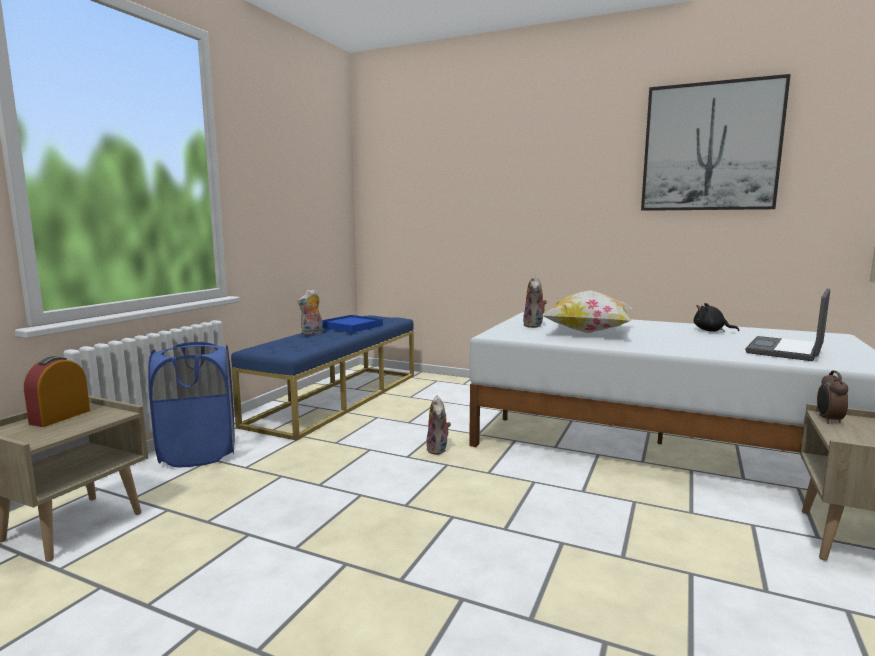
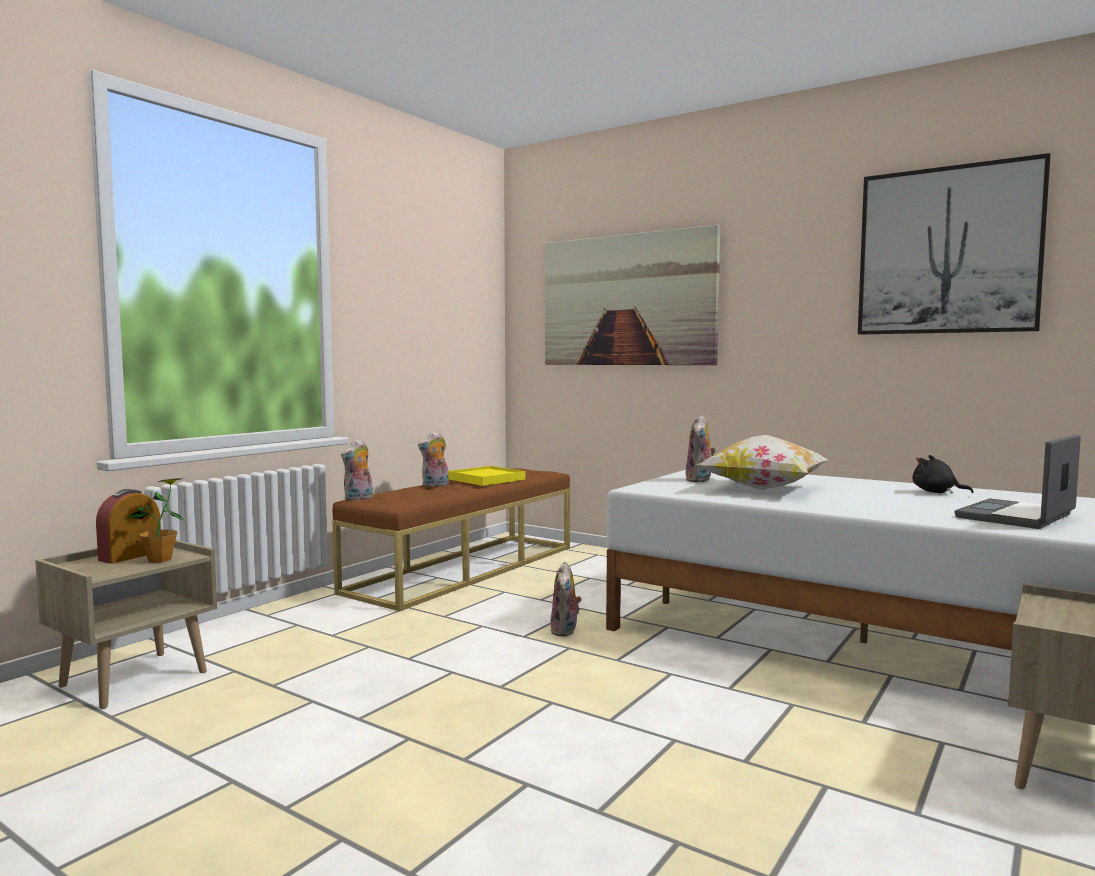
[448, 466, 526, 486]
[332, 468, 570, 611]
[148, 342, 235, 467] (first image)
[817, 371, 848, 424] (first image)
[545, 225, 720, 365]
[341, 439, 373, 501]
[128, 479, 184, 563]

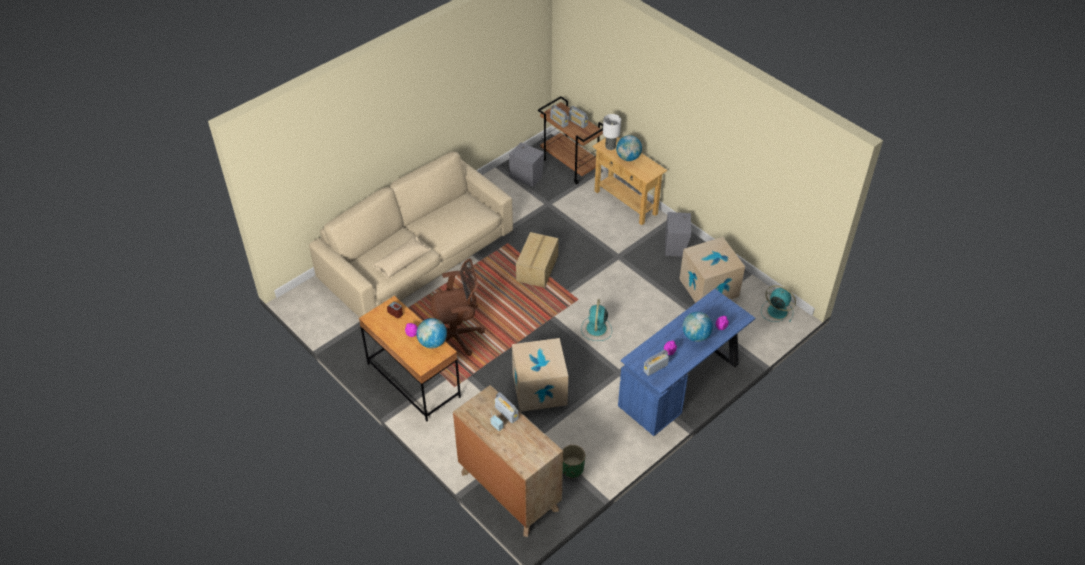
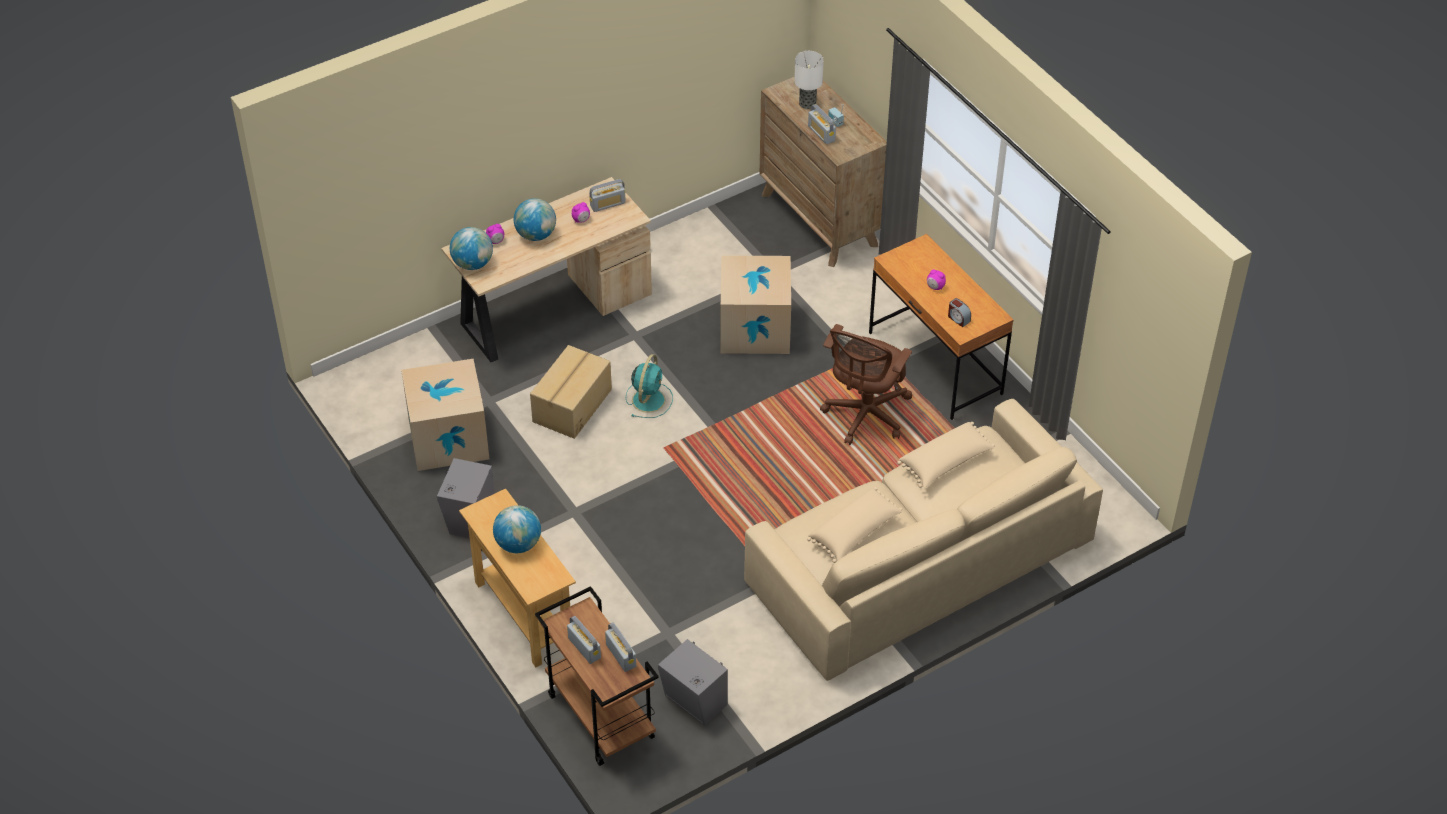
[794, 51, 824, 109]
[530, 345, 612, 439]
[820, 324, 912, 445]
[761, 285, 796, 322] (first image)
[441, 177, 652, 362]
[450, 227, 493, 270]
[562, 445, 585, 478] (first image)
[807, 487, 903, 563]

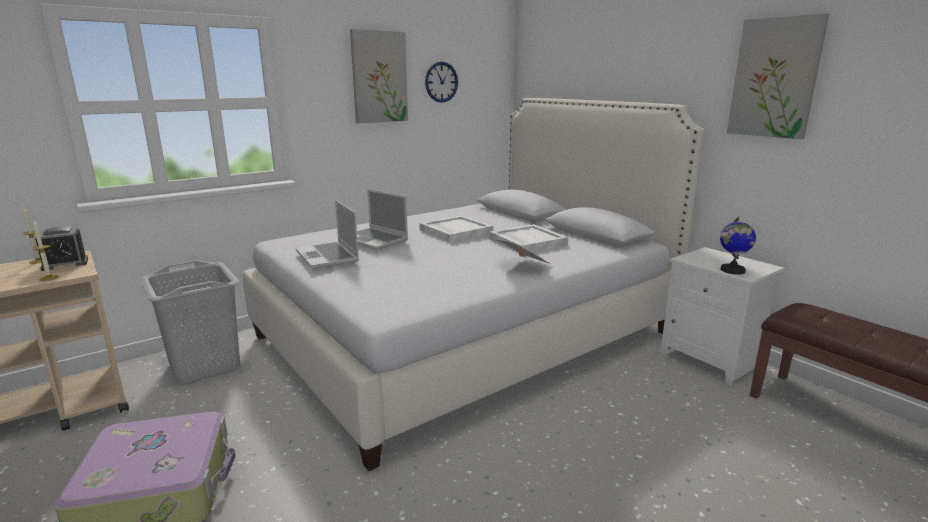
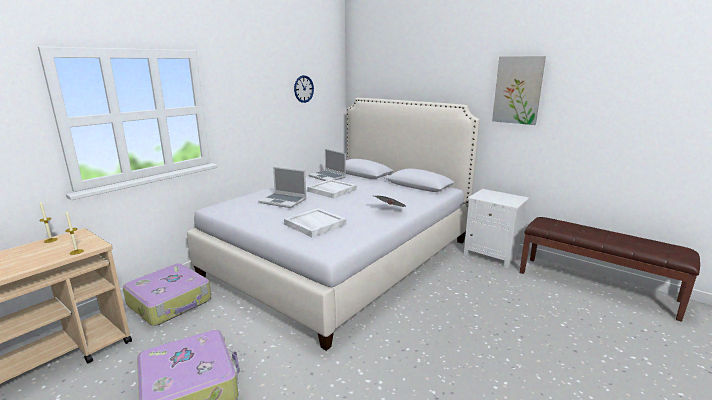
[350, 29, 408, 124] (first image)
[308, 149, 346, 181]
[720, 217, 756, 274] (first image)
[284, 208, 347, 237]
[35, 227, 88, 271] (first image)
[123, 264, 211, 326]

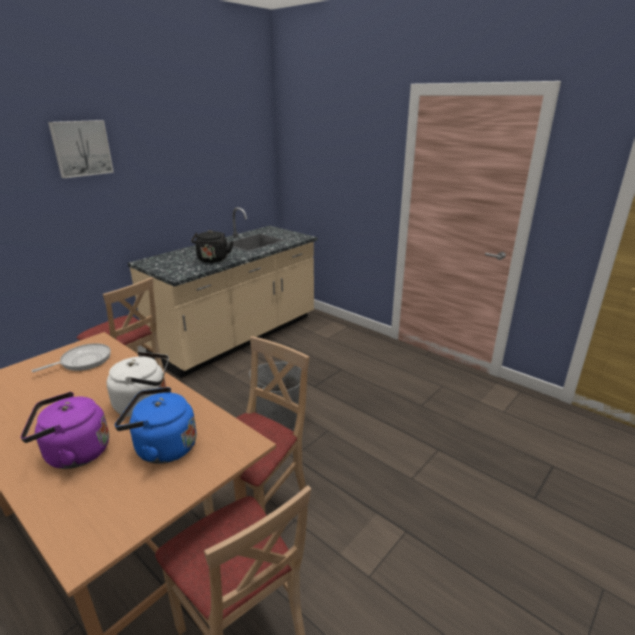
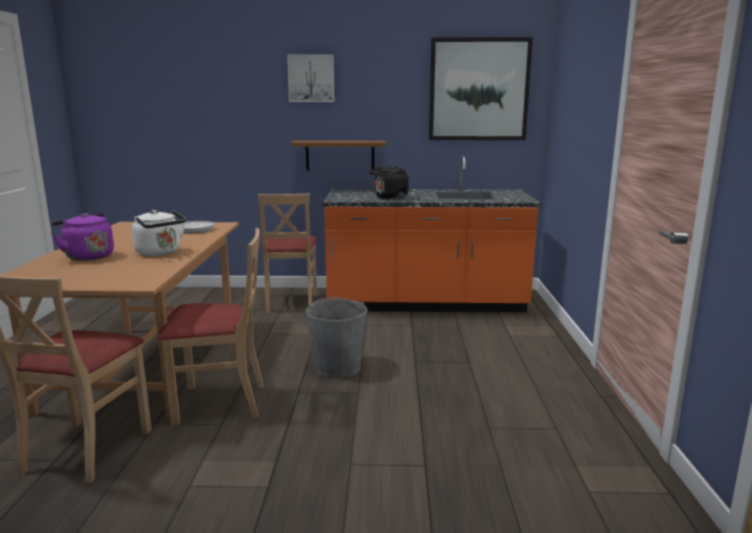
[323, 155, 541, 313]
[115, 387, 197, 464] (first image)
[429, 37, 533, 140]
[290, 141, 385, 171]

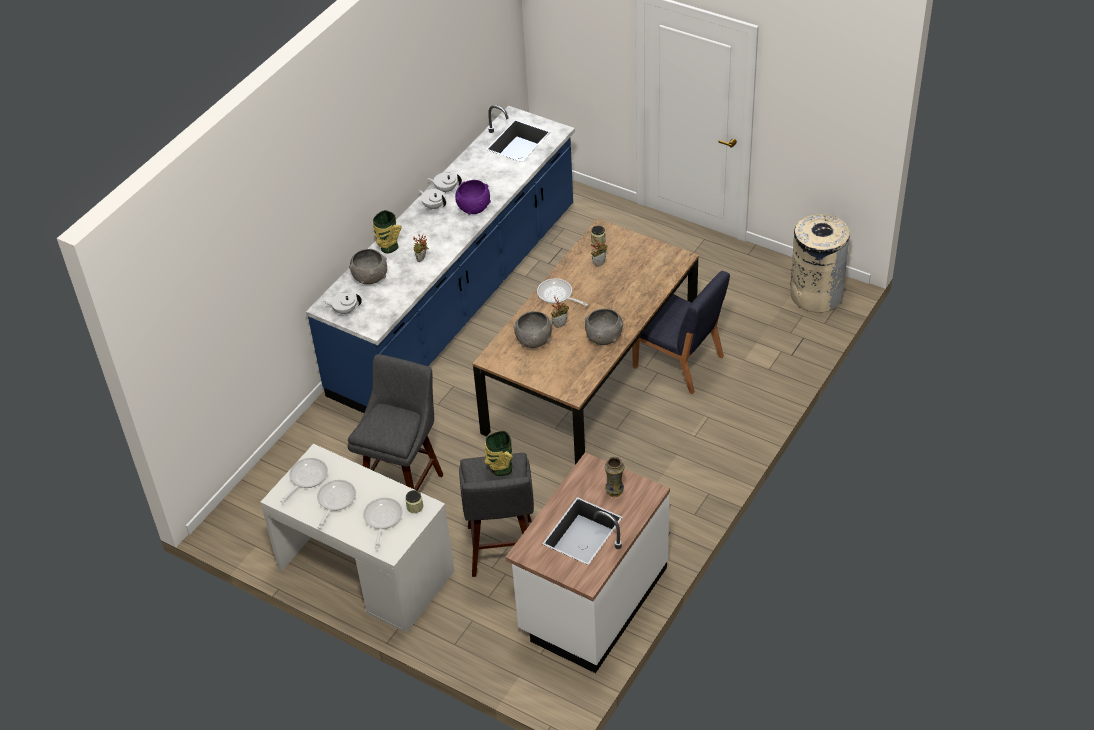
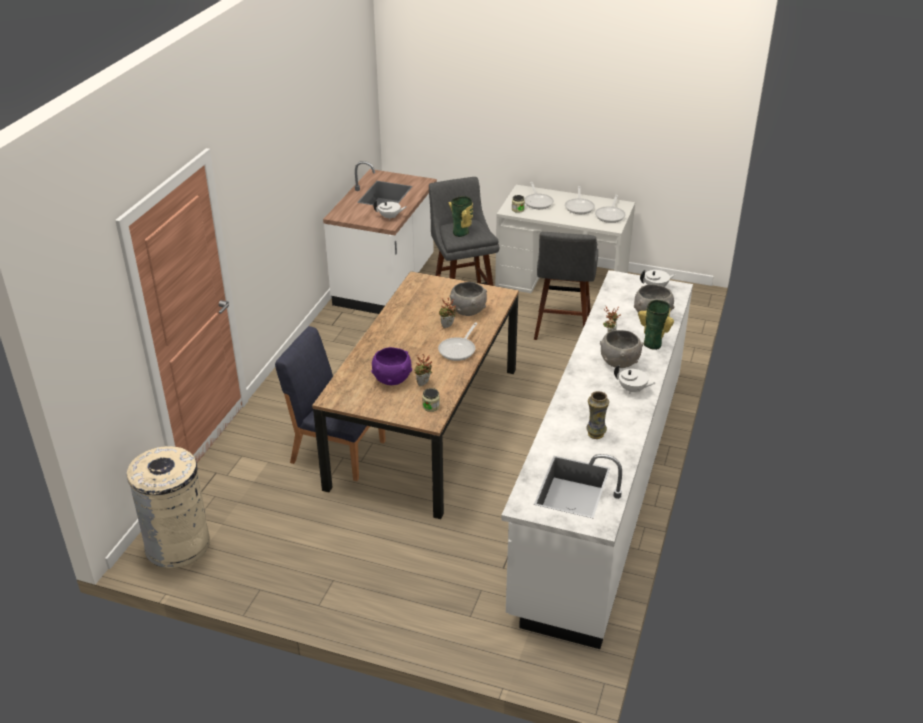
[501, 270, 693, 649]
[373, 200, 407, 220]
[371, 347, 412, 385]
[438, 323, 478, 361]
[600, 330, 643, 368]
[586, 391, 609, 439]

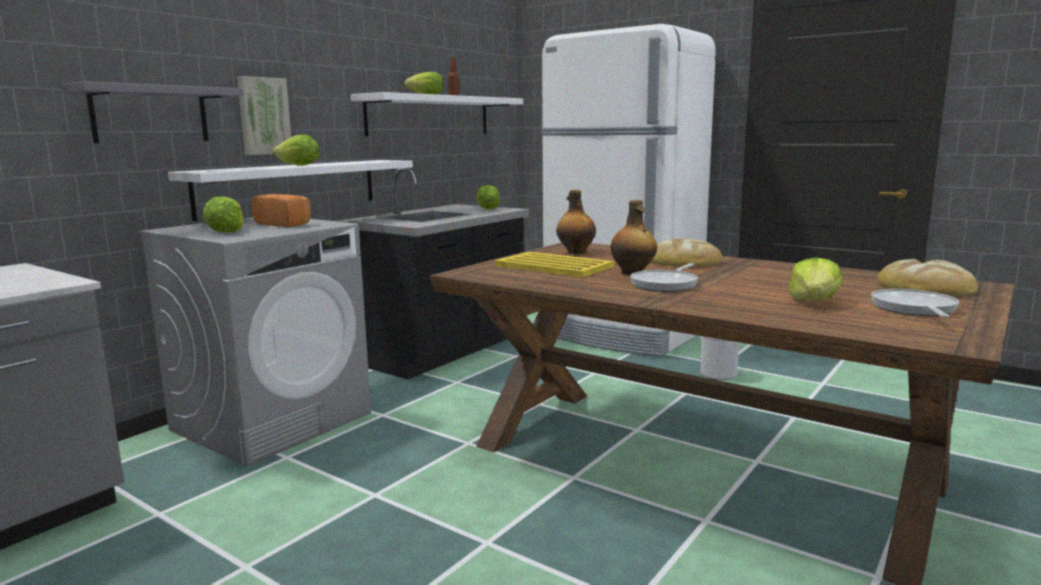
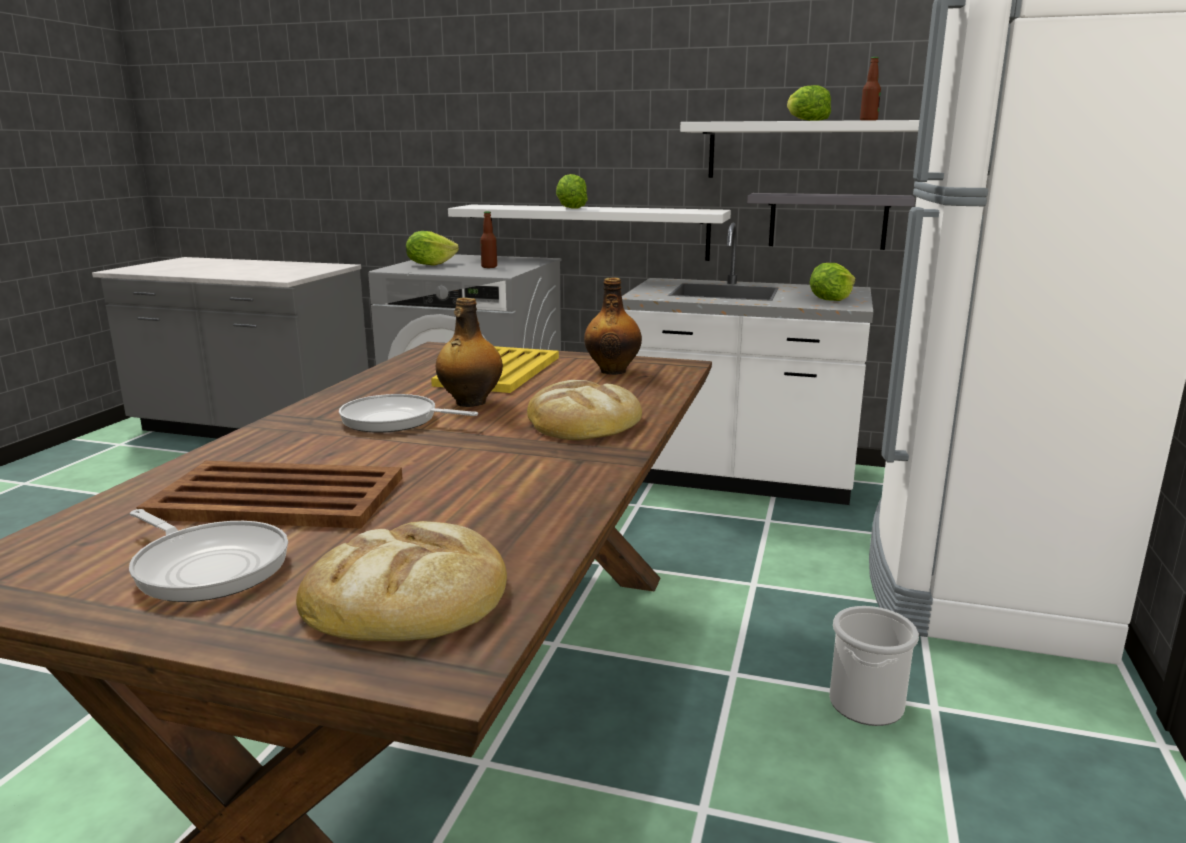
[237, 76, 291, 155] (first image)
[747, 193, 915, 250]
[622, 223, 873, 505]
[480, 211, 497, 268]
[137, 461, 402, 529]
[129, 509, 288, 602]

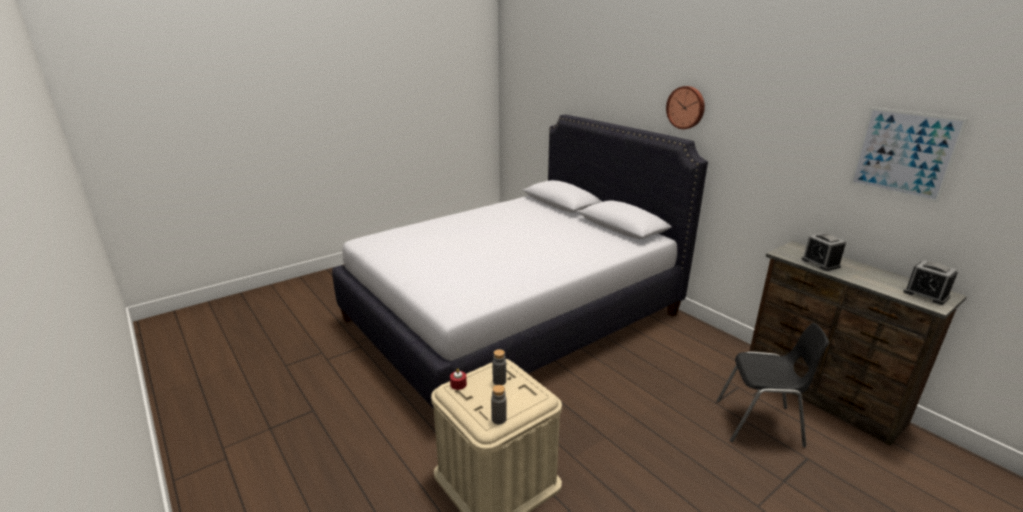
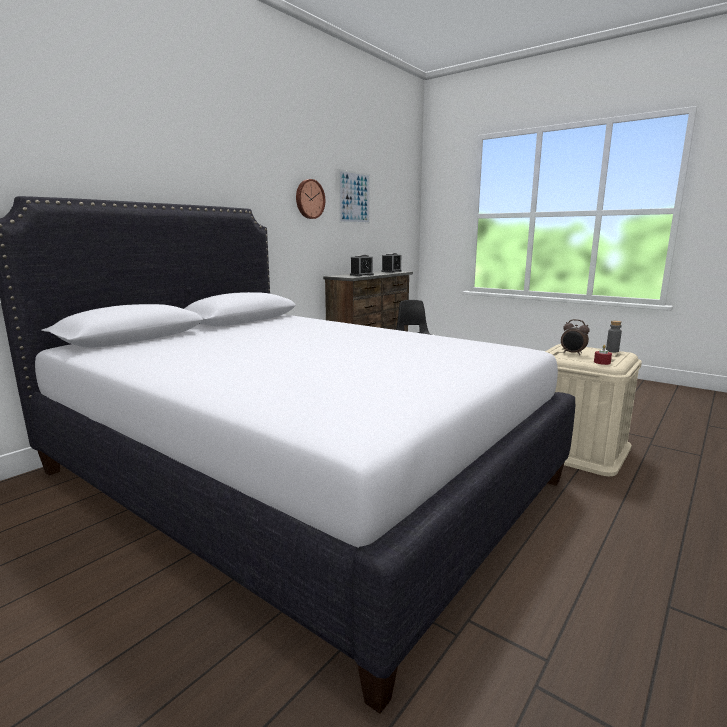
[296, 179, 325, 219]
[561, 319, 590, 355]

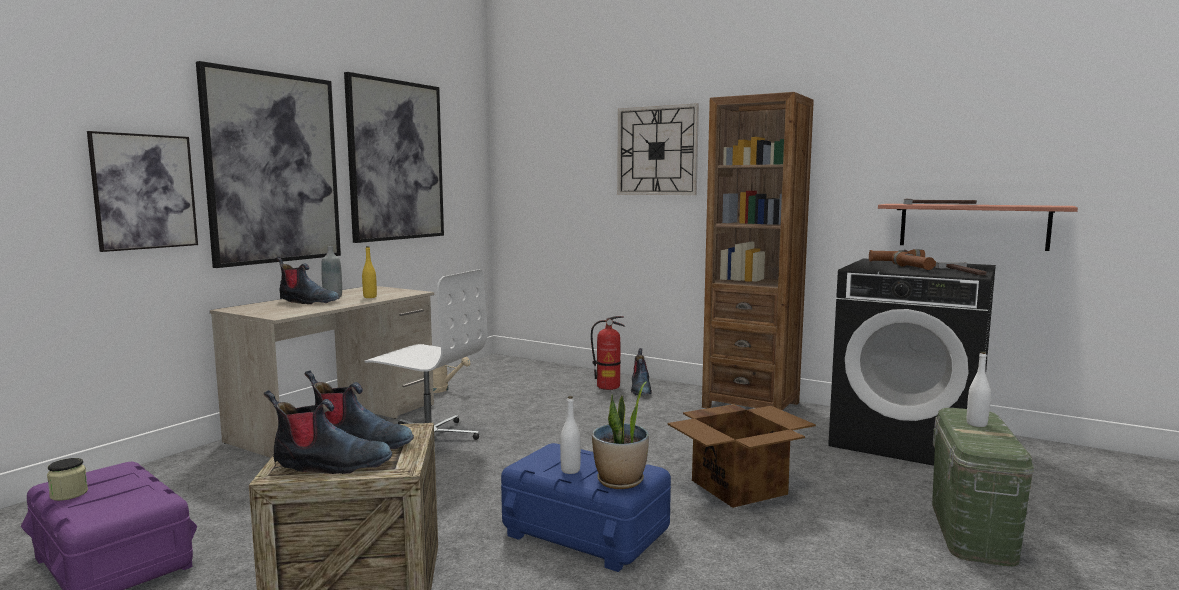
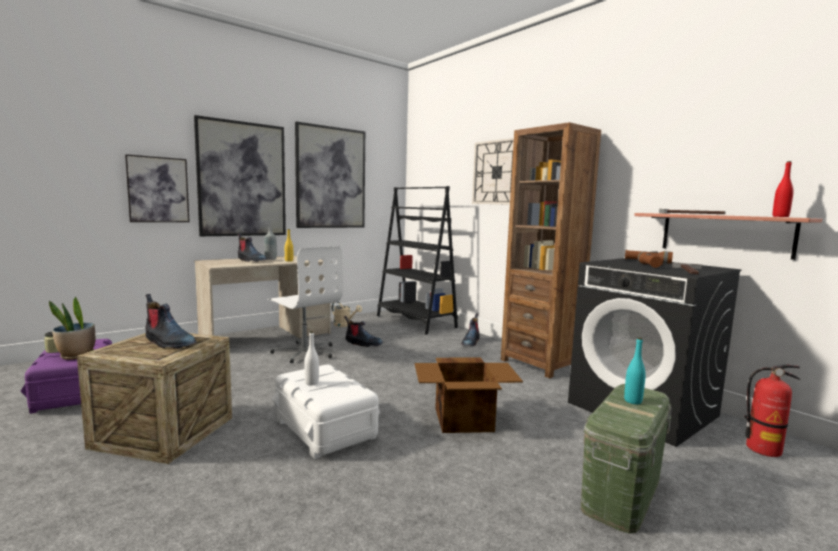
[745, 365, 800, 457]
[624, 337, 646, 404]
[49, 297, 95, 360]
[344, 316, 383, 347]
[272, 365, 380, 460]
[773, 161, 794, 217]
[377, 186, 458, 334]

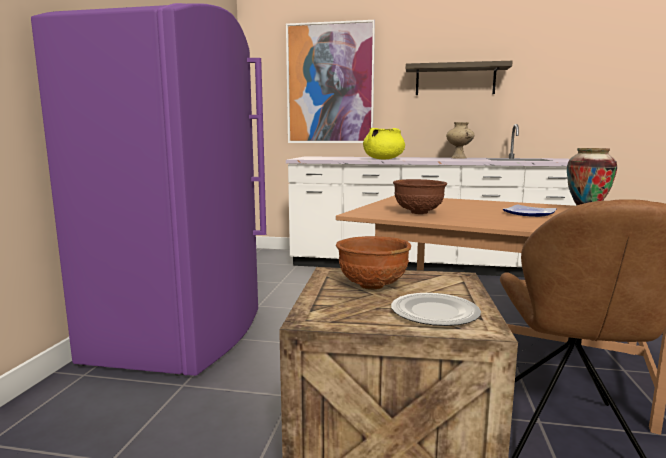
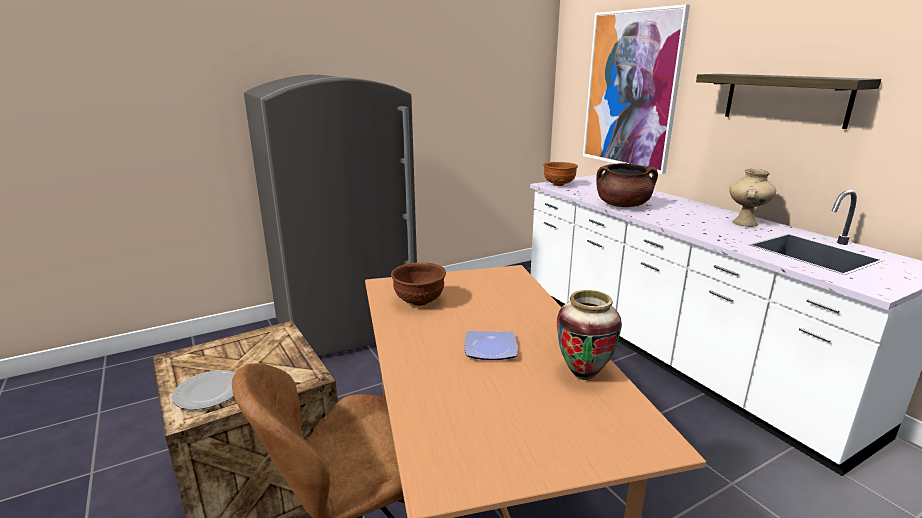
[244, 75, 417, 357]
[596, 163, 658, 207]
[543, 162, 578, 186]

